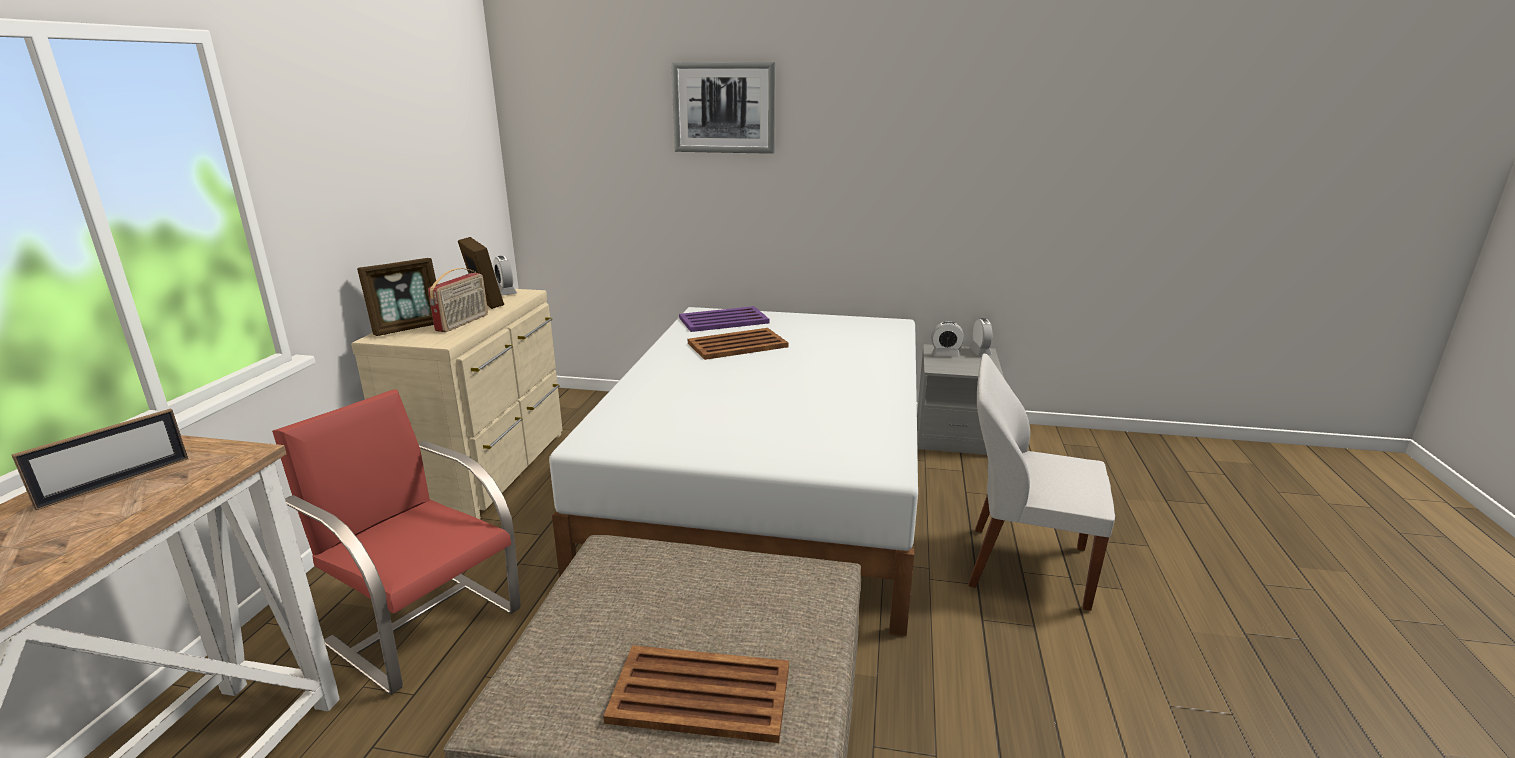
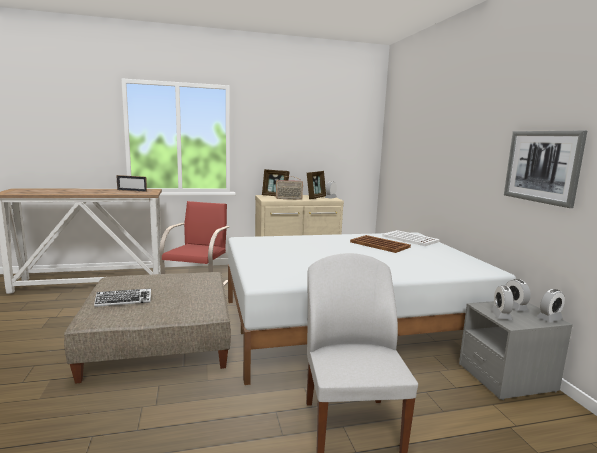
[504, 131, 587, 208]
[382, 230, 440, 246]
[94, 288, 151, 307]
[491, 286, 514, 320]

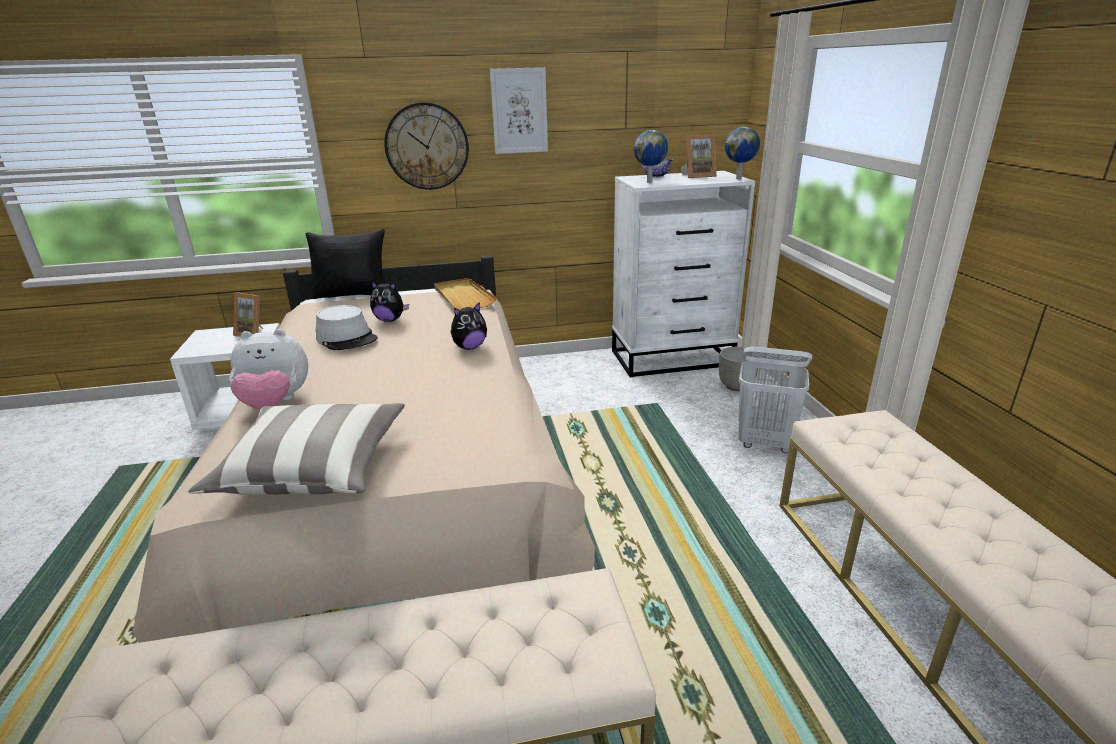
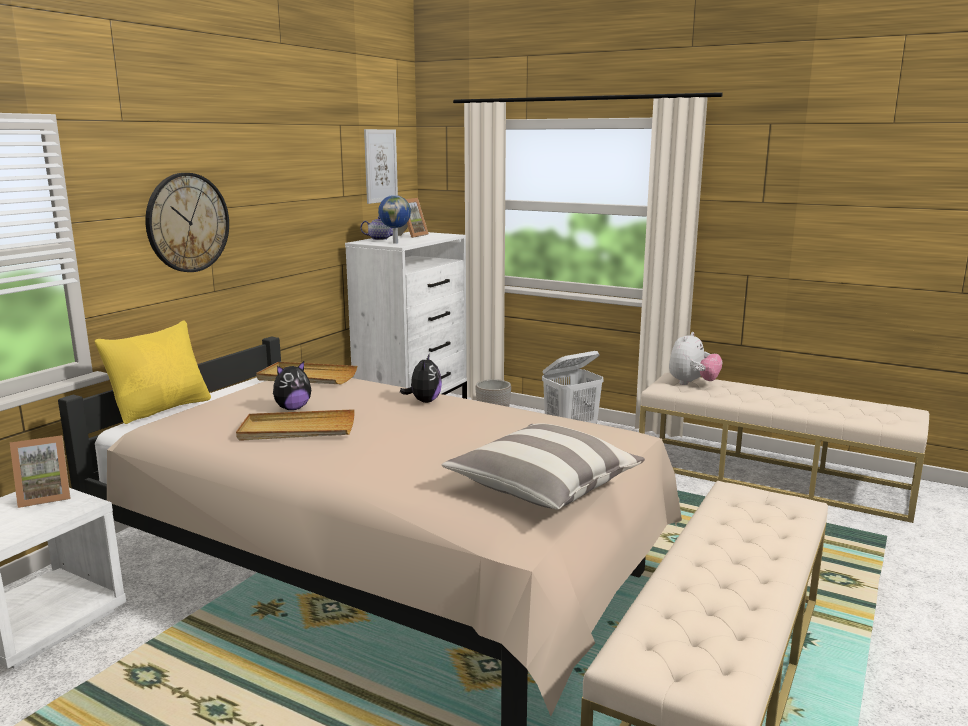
[364, 129, 398, 204]
[725, 127, 760, 179] (first image)
[94, 320, 211, 424]
[236, 409, 355, 441]
[669, 332, 722, 385]

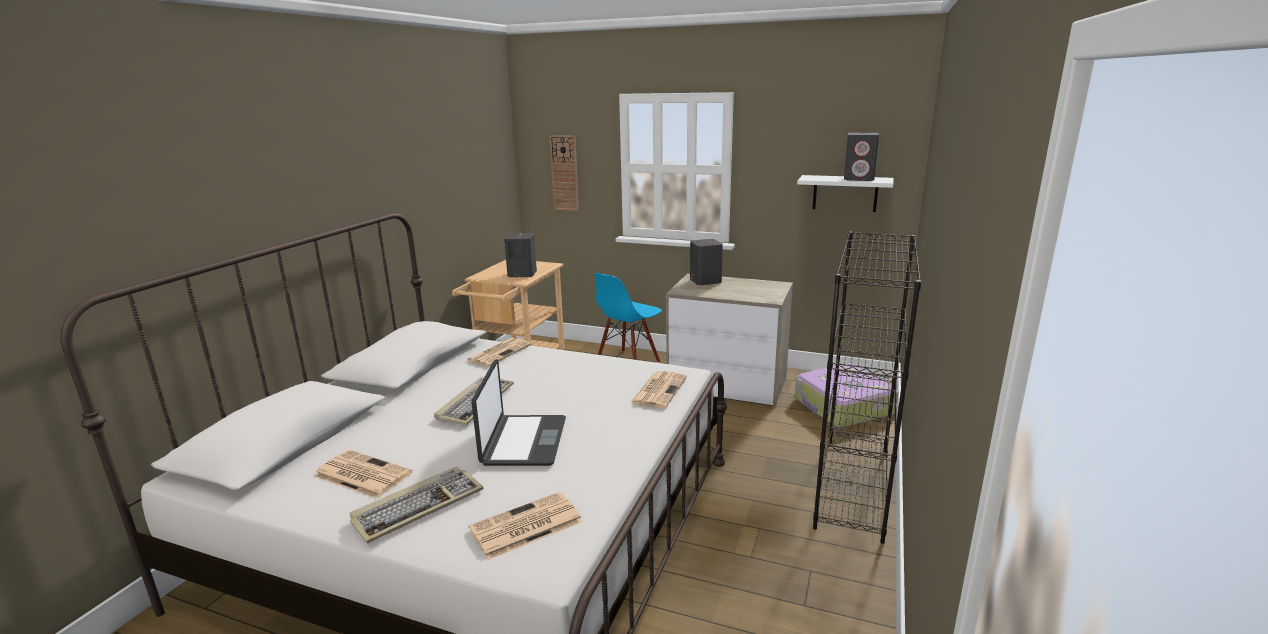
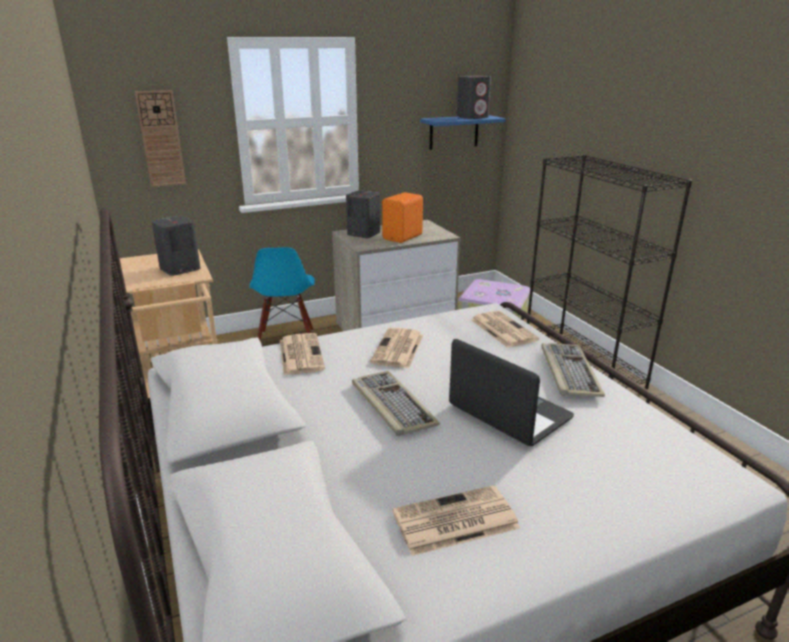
[420, 115, 506, 150]
[542, 343, 605, 397]
[370, 328, 423, 368]
[382, 192, 423, 243]

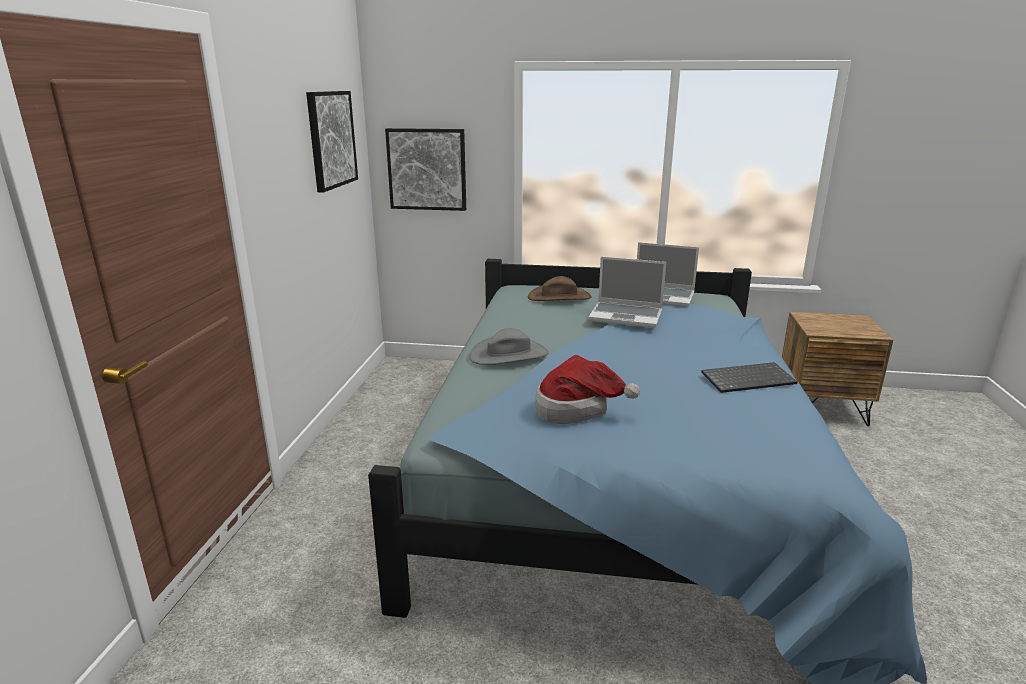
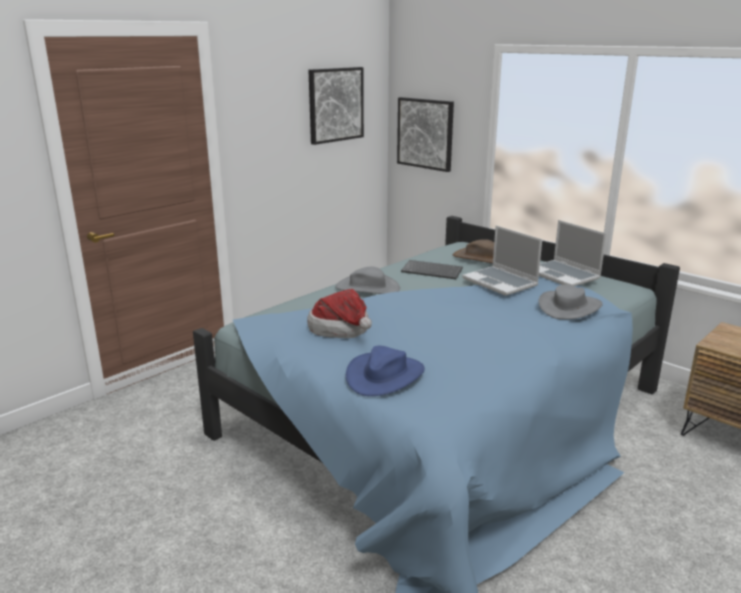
[401, 260, 463, 279]
[539, 284, 603, 320]
[346, 346, 425, 396]

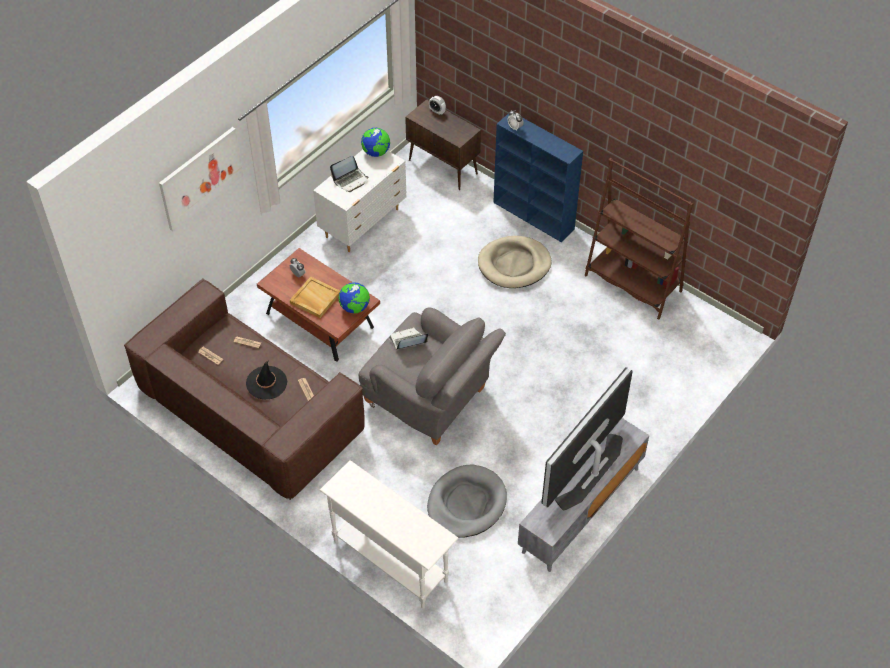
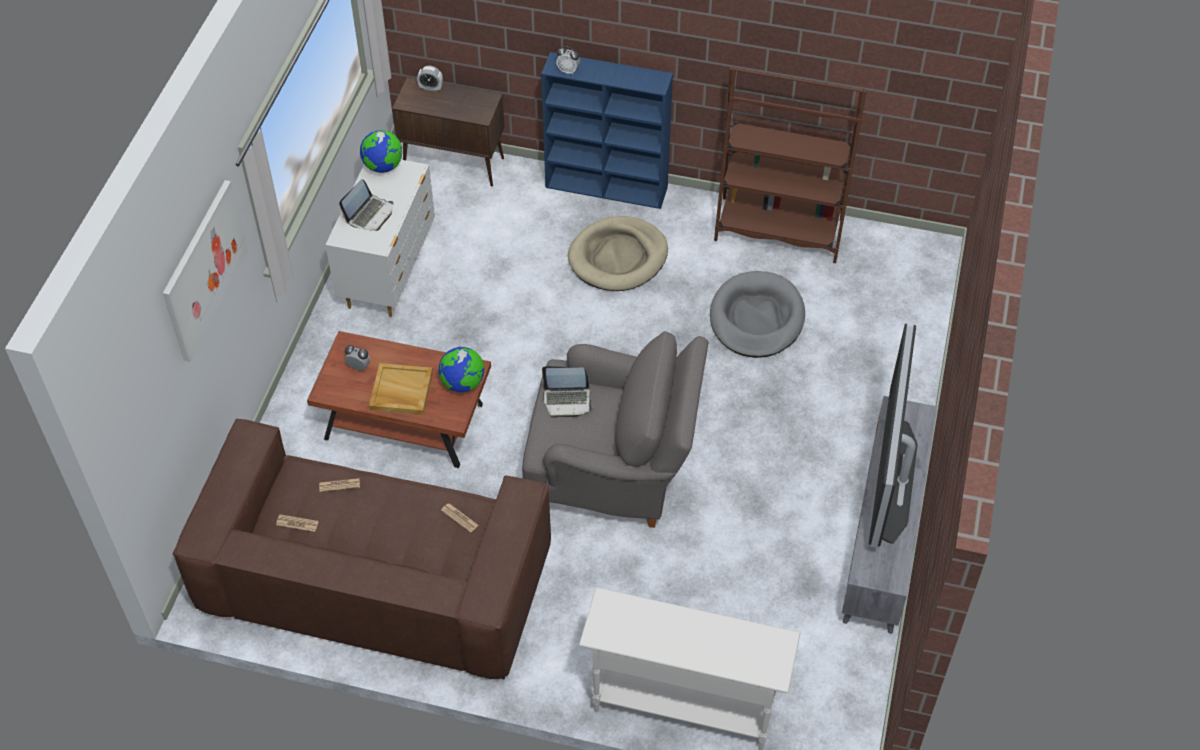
[542, 366, 593, 418]
[246, 360, 287, 400] (first image)
[710, 271, 805, 358]

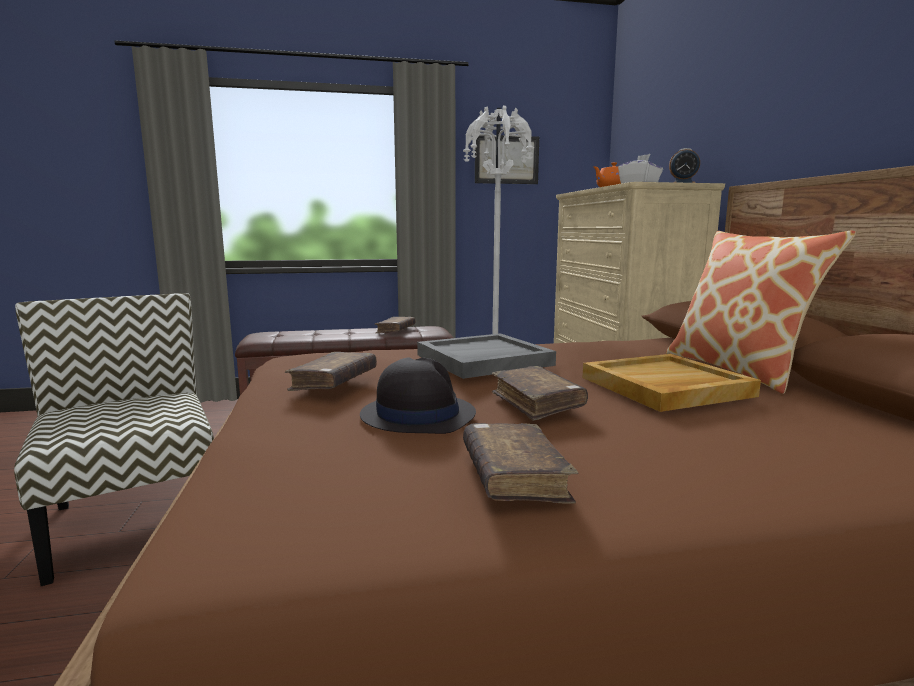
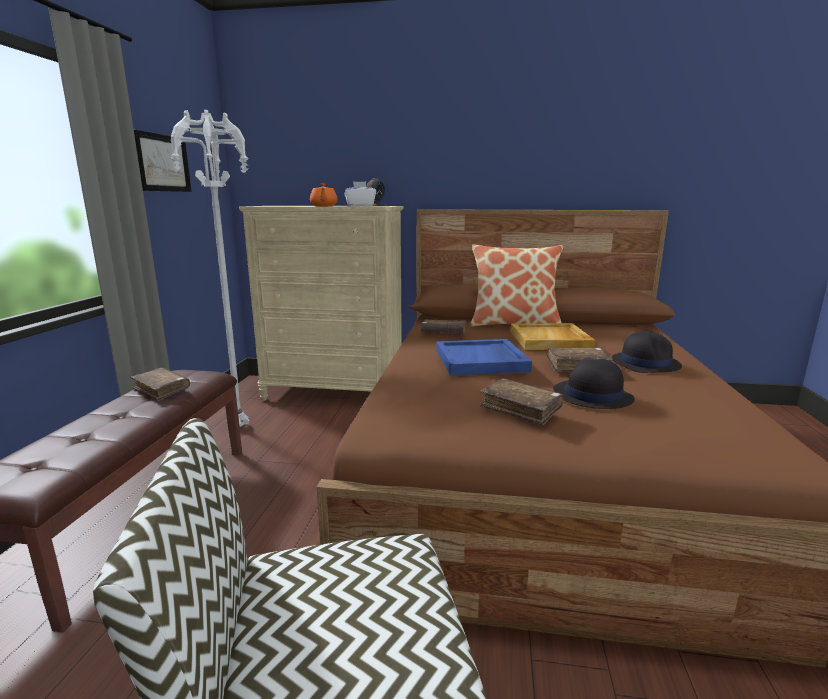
[436, 339, 532, 376]
[421, 319, 467, 334]
[612, 331, 682, 373]

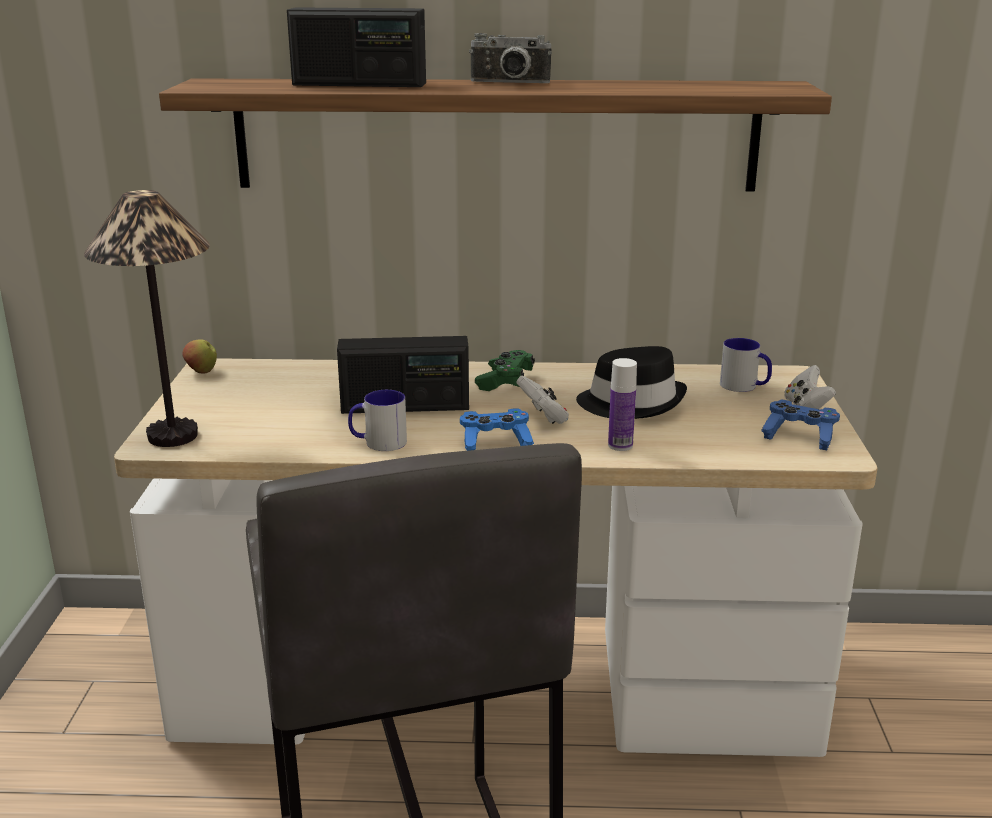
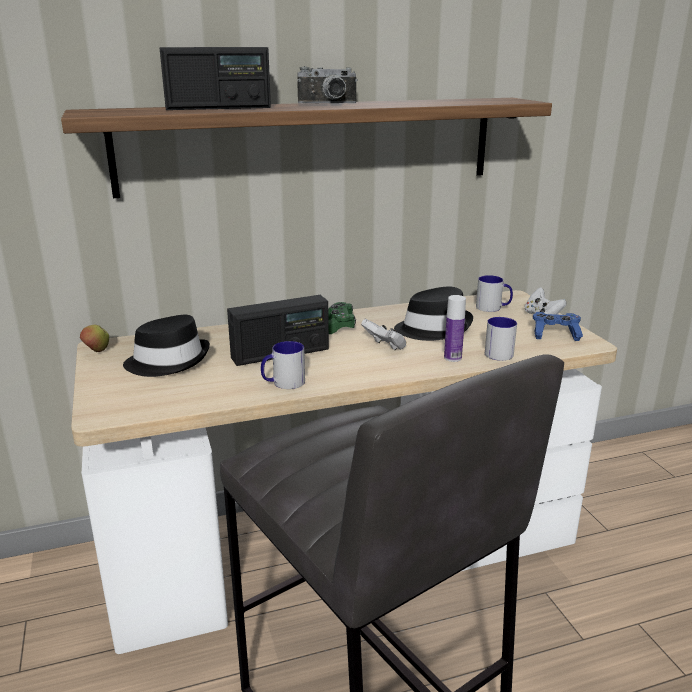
[84, 190, 210, 447] (first image)
[460, 408, 534, 451] (first image)
[123, 315, 210, 377]
[485, 317, 517, 361]

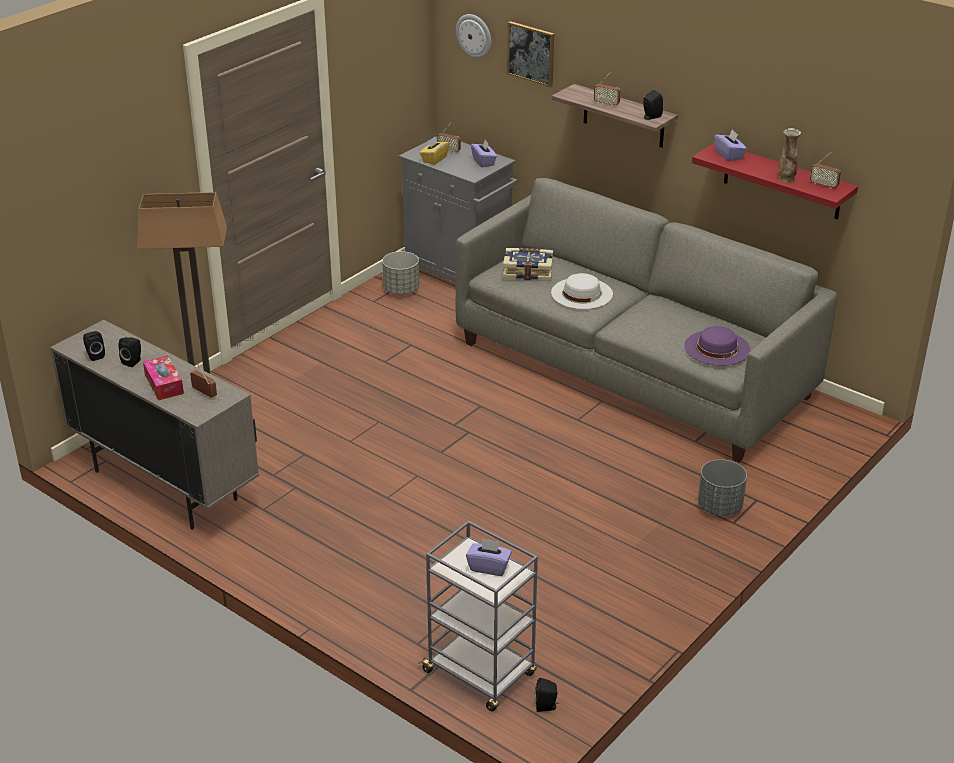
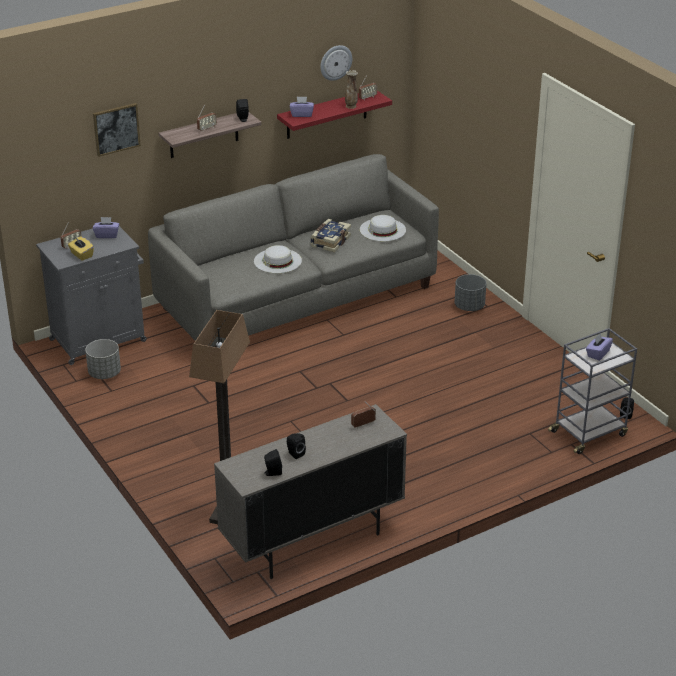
[320, 45, 352, 81]
[310, 219, 351, 253]
[360, 215, 406, 241]
[143, 355, 184, 400] (first image)

